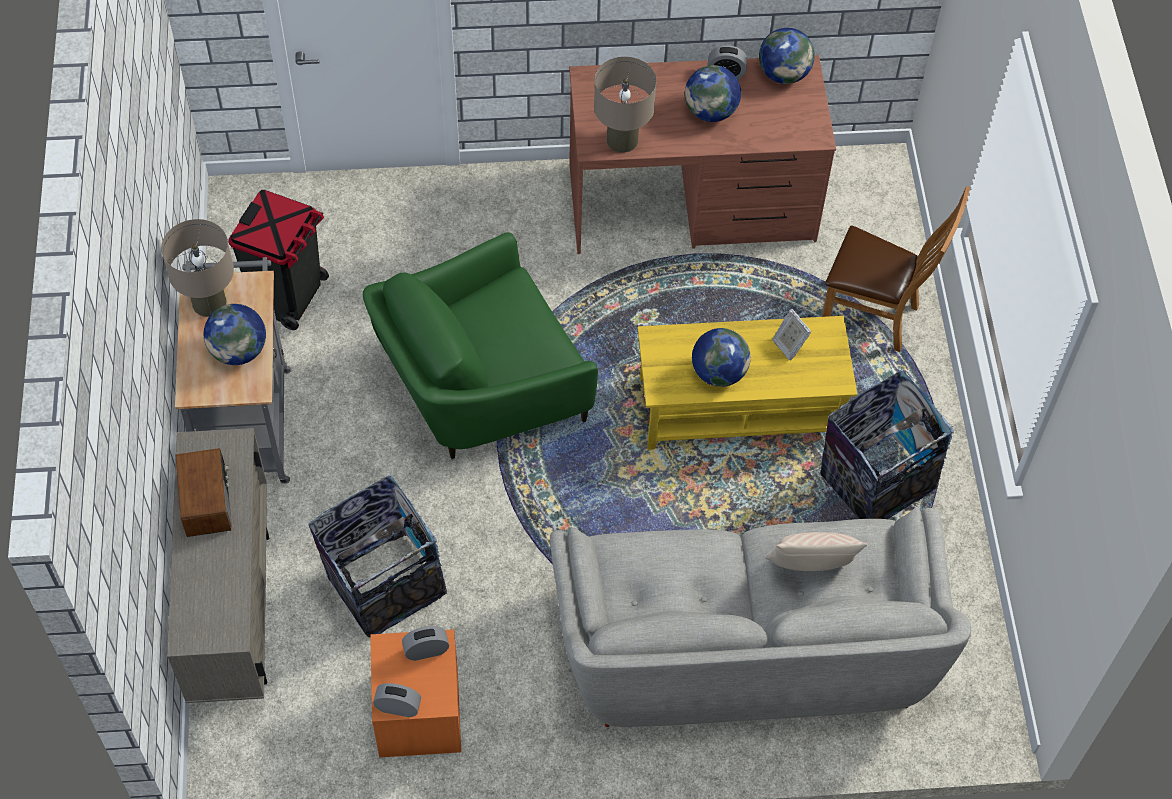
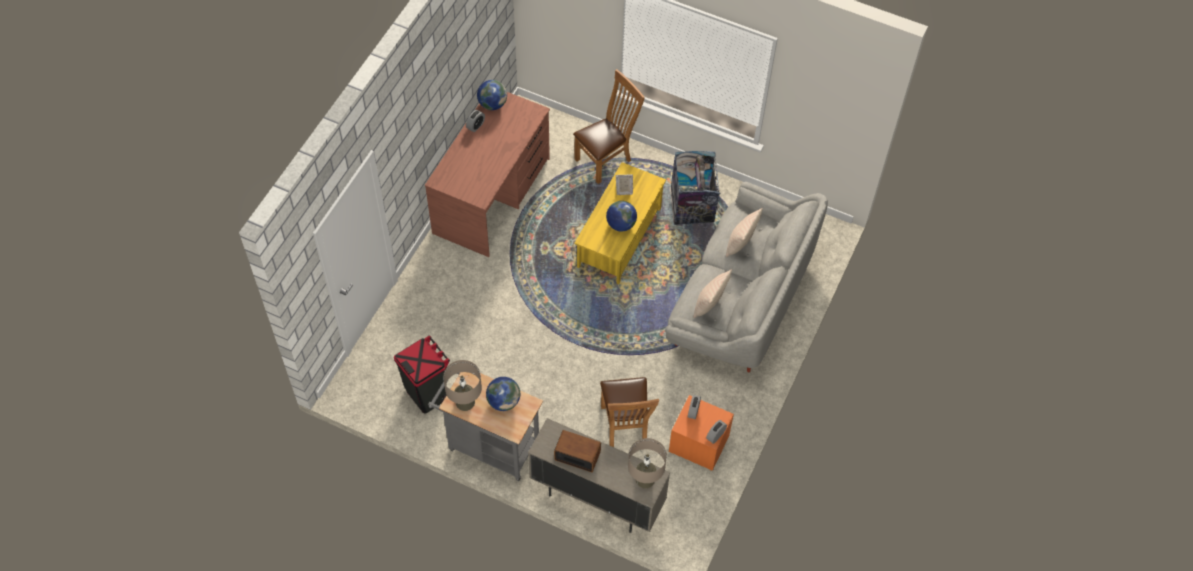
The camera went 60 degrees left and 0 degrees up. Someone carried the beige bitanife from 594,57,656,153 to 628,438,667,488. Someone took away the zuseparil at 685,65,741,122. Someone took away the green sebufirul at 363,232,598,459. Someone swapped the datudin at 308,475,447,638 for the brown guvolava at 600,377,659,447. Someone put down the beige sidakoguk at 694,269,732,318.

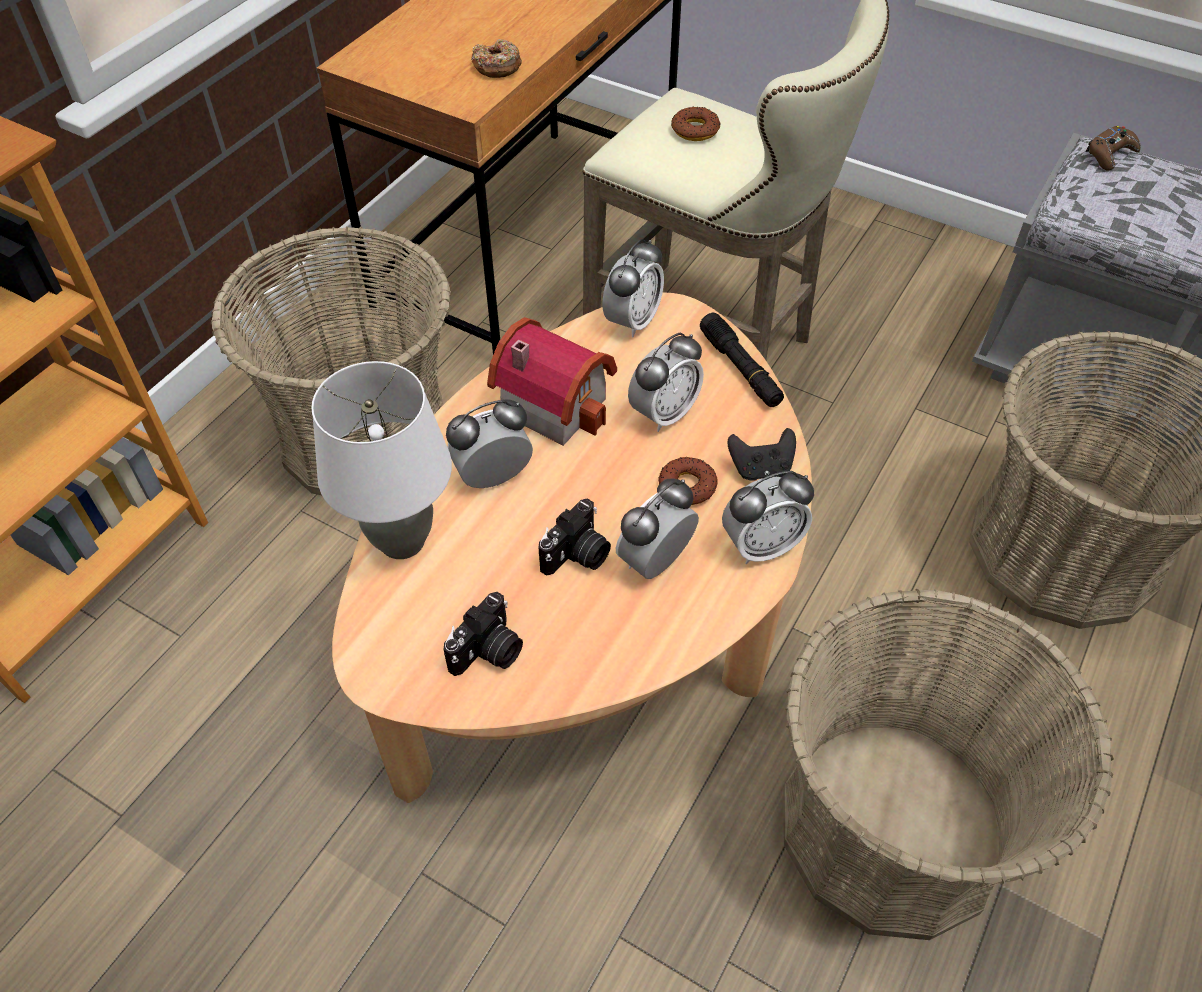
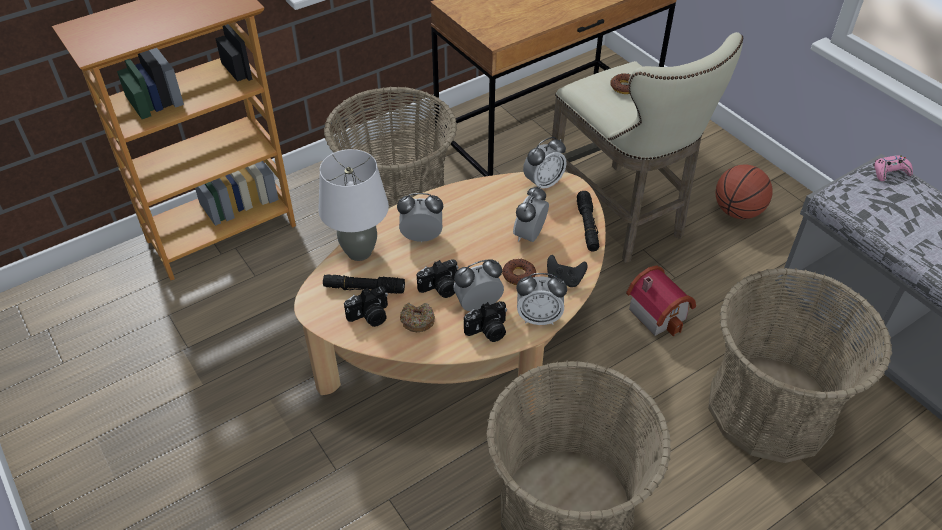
The camera went 25 degrees right and 5 degrees down. Someone carried the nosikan from 471,39,522,78 to 400,303,435,332. Someone repainted the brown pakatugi at 1086,126,1141,171, which became the pink pakatugi at 873,155,913,181. Someone carried the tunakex from 487,317,617,446 to 626,265,696,336. Someone rotated the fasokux at 628,333,704,432 by 135 degrees clockwise. Someone put down the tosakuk at 715,165,772,219. Someone put down the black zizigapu at 323,274,405,294. Someone put down the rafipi at 464,301,507,342.

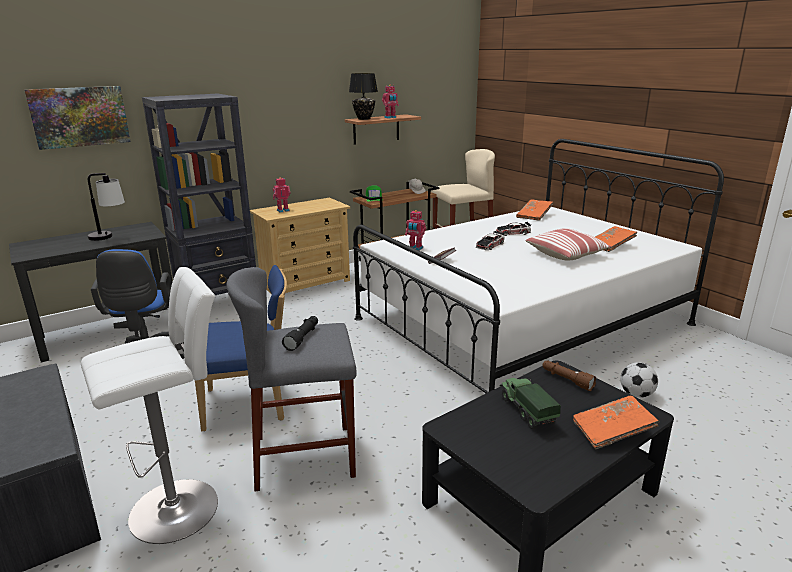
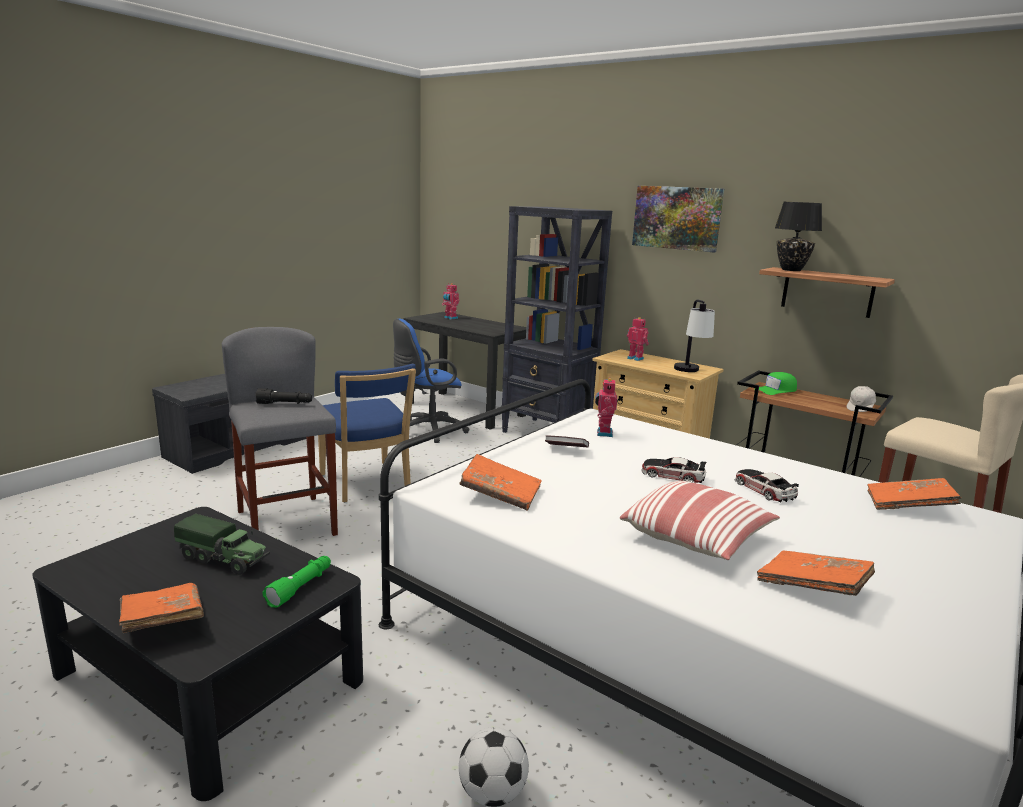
The camera went 70 degrees right and 5 degrees down. Someone carried the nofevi from 382,84,399,119 to 442,283,460,320. Someone carried the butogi from 25,86,131,150 to 632,186,724,252. Someone carried the bitanife from 88,173,125,241 to 674,300,715,372. Someone took away the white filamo at 81,267,218,544. Someone repainted the brown zizigapu at 542,361,597,391, which became the green zizigapu at 263,556,331,608. Someone rotated the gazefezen at 500,378,561,429 by 60 degrees clockwise. Someone put down the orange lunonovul at 459,454,542,511.

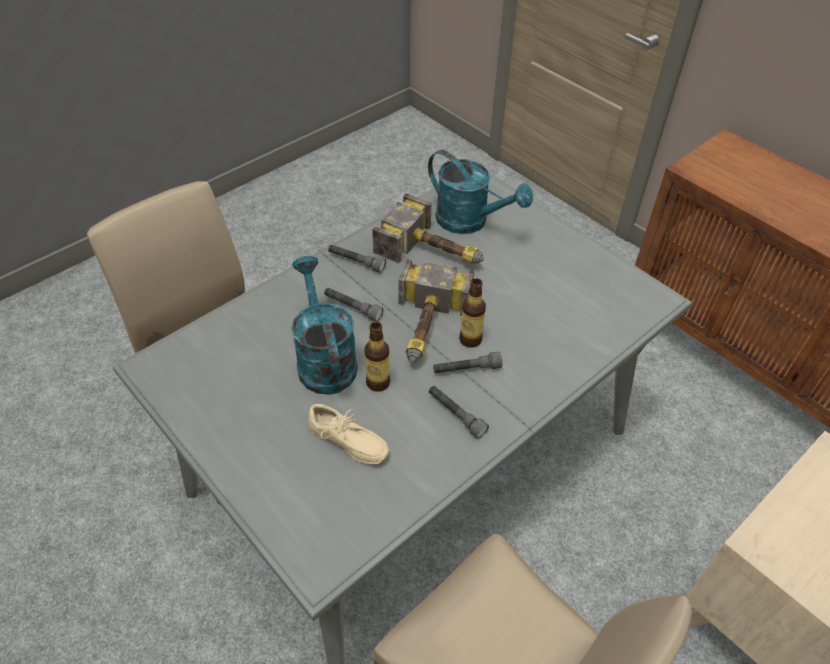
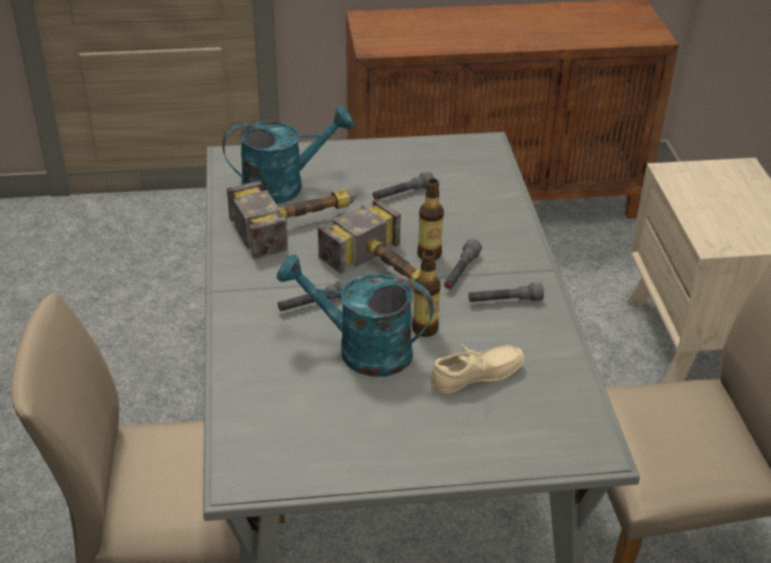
The camera went 55 degrees left and 10 degrees down. Someone carried the grey zizigapu from 328,245,386,273 to 373,171,434,199.

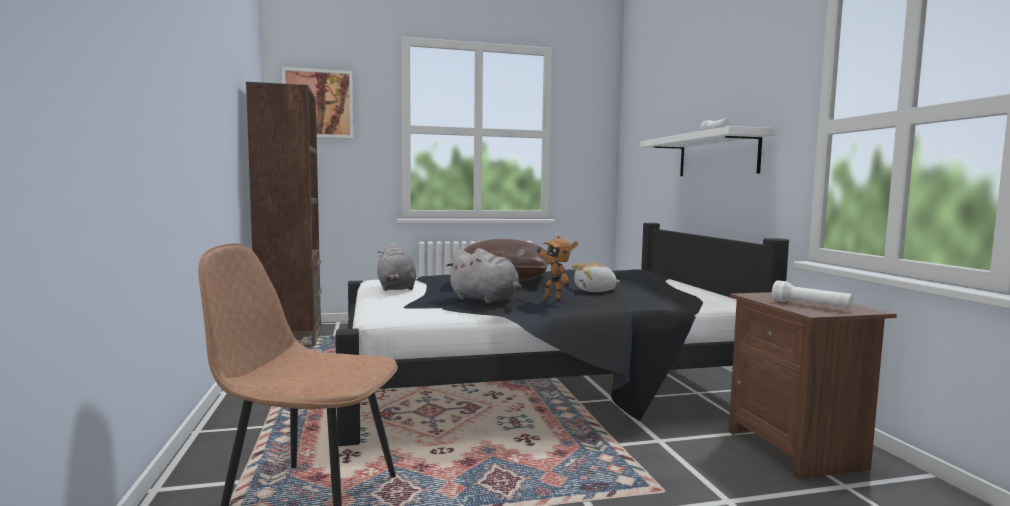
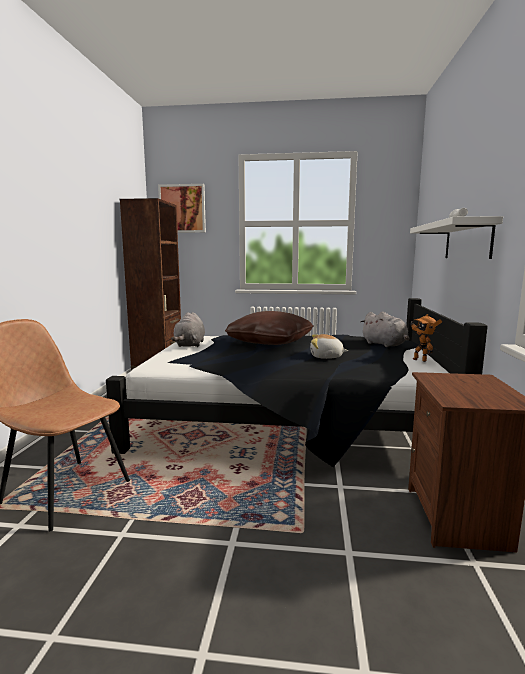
The camera went 20 degrees right and 5 degrees up. Someone carried the nofevi from 536,236,579,300 to 410,314,442,362. Someone carried the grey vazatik from 446,248,521,304 to 361,312,409,347. Someone took away the white zizigapu at 772,280,854,307.

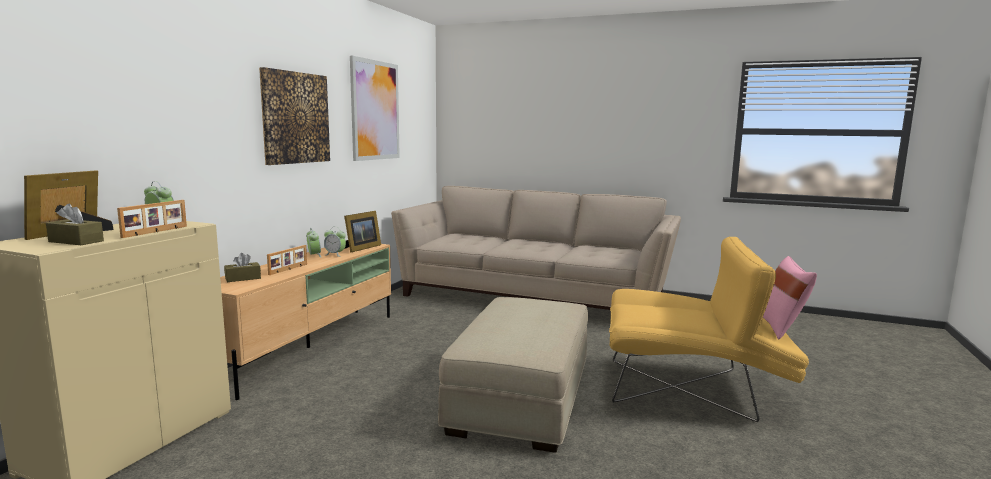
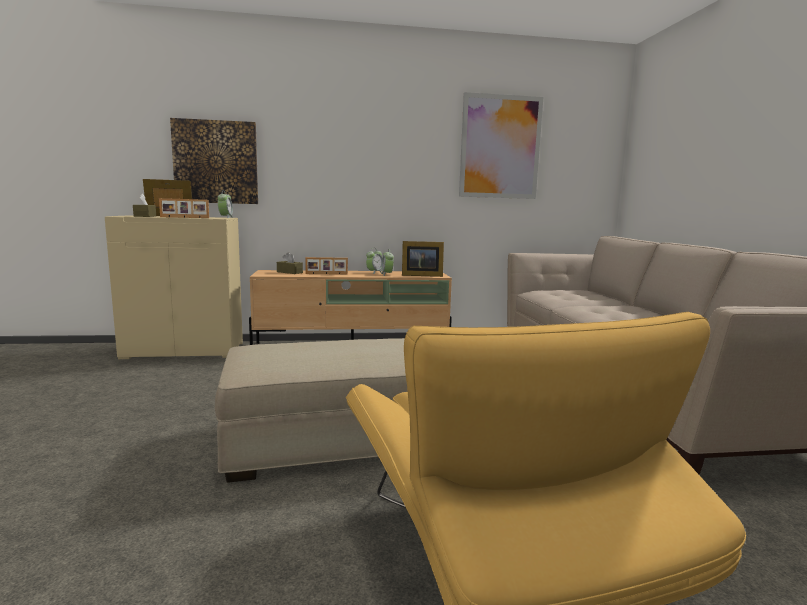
The camera went 60 degrees right and 0 degrees up. Someone carried the butogi from 259,67,330,165 to 170,118,258,204. Someone took away the pink sidakoguk at 763,256,817,339.

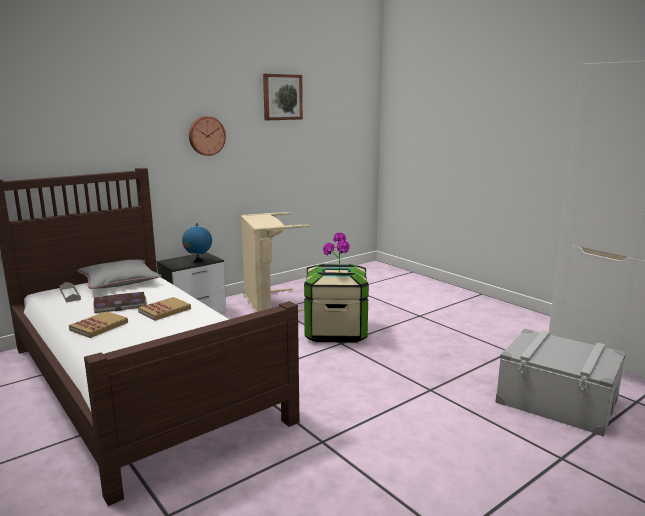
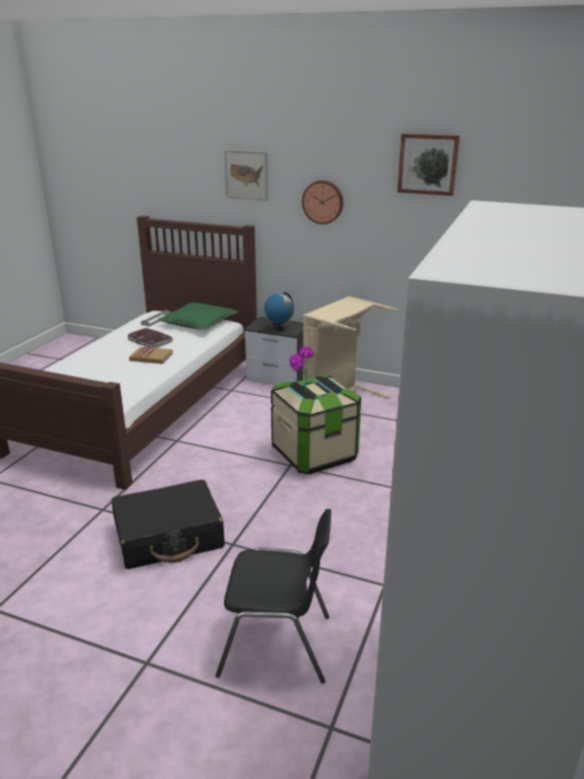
The camera went 60 degrees right and 10 degrees up. Someone repainted the grey sidakoguk at 77,260,161,289, which became the green sidakoguk at 157,302,238,330. Someone took away the lunonovul at 69,311,128,338. Someone swapped the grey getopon at 495,329,626,437 for the black guvolava at 216,509,331,684. Someone put up the butogi at 224,150,268,200. Someone put down the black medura at 112,480,225,569.

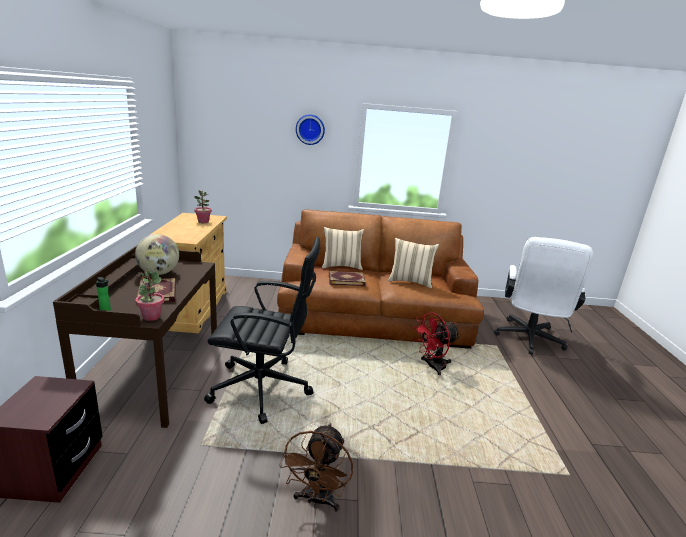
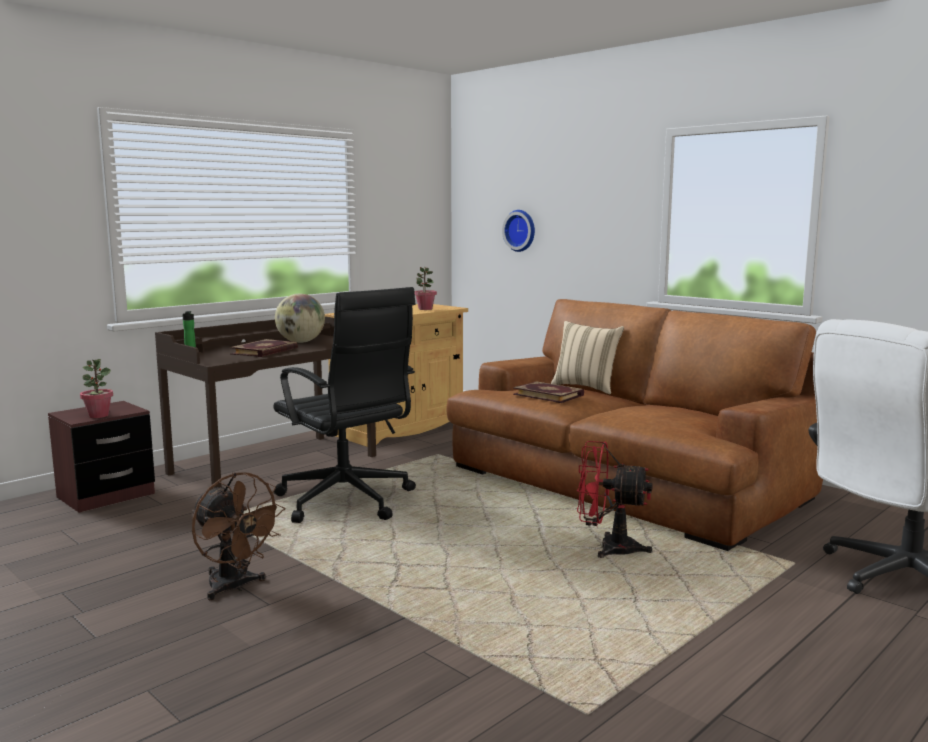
The camera went 45 degrees right and 10 degrees down. Someone carried the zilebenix from 296,114,325,145 to 502,210,535,252. Someone took away the beige sidakoguk at 388,238,439,288. Someone carried the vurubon from 136,270,164,321 to 80,359,113,418. Someone rotated the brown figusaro at 279,423,353,512 by 105 degrees counterclockwise.

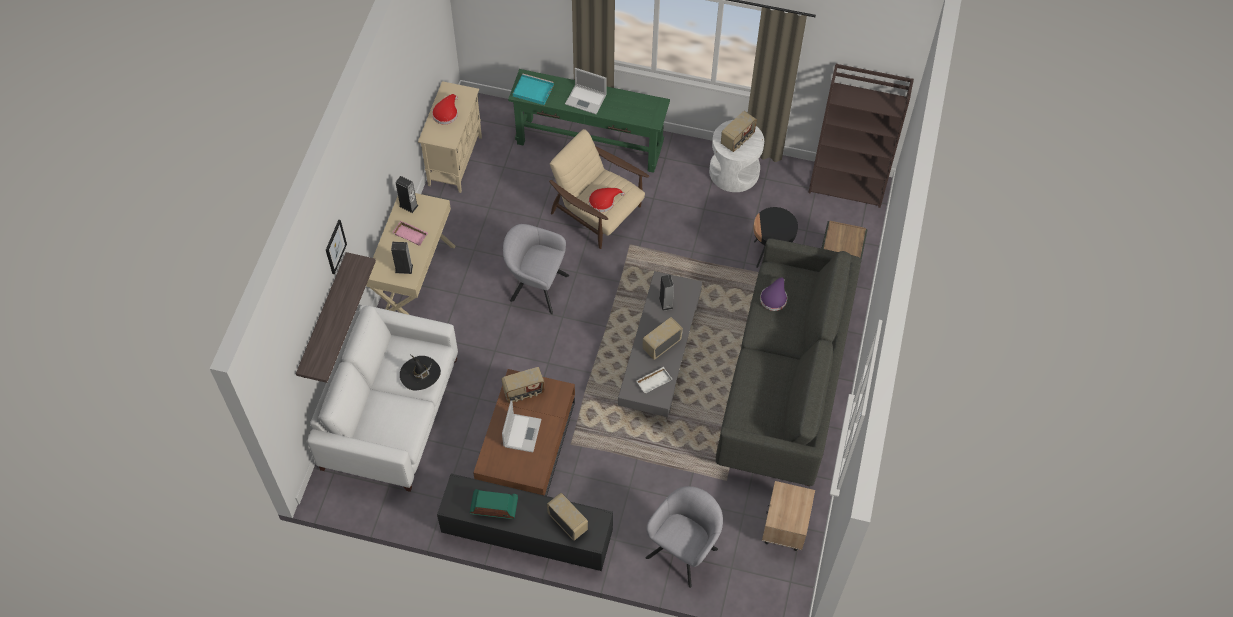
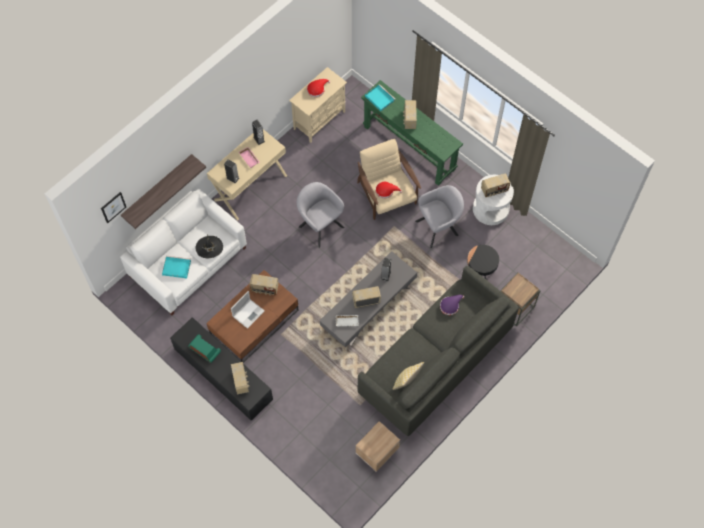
The camera went 30 degrees right and 5 degrees up. Someone took away the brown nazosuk at 808,64,914,208. Someone swapped the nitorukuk at 565,68,607,114 for the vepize at 403,100,417,129. Someone carried the butogi from 326,219,347,274 to 101,192,126,223. Someone carried the grey sebufirul from 645,486,723,588 to 415,185,464,248. Someone put down the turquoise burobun at 162,256,191,278. Someone put down the sidakoguk at 393,362,424,390.

